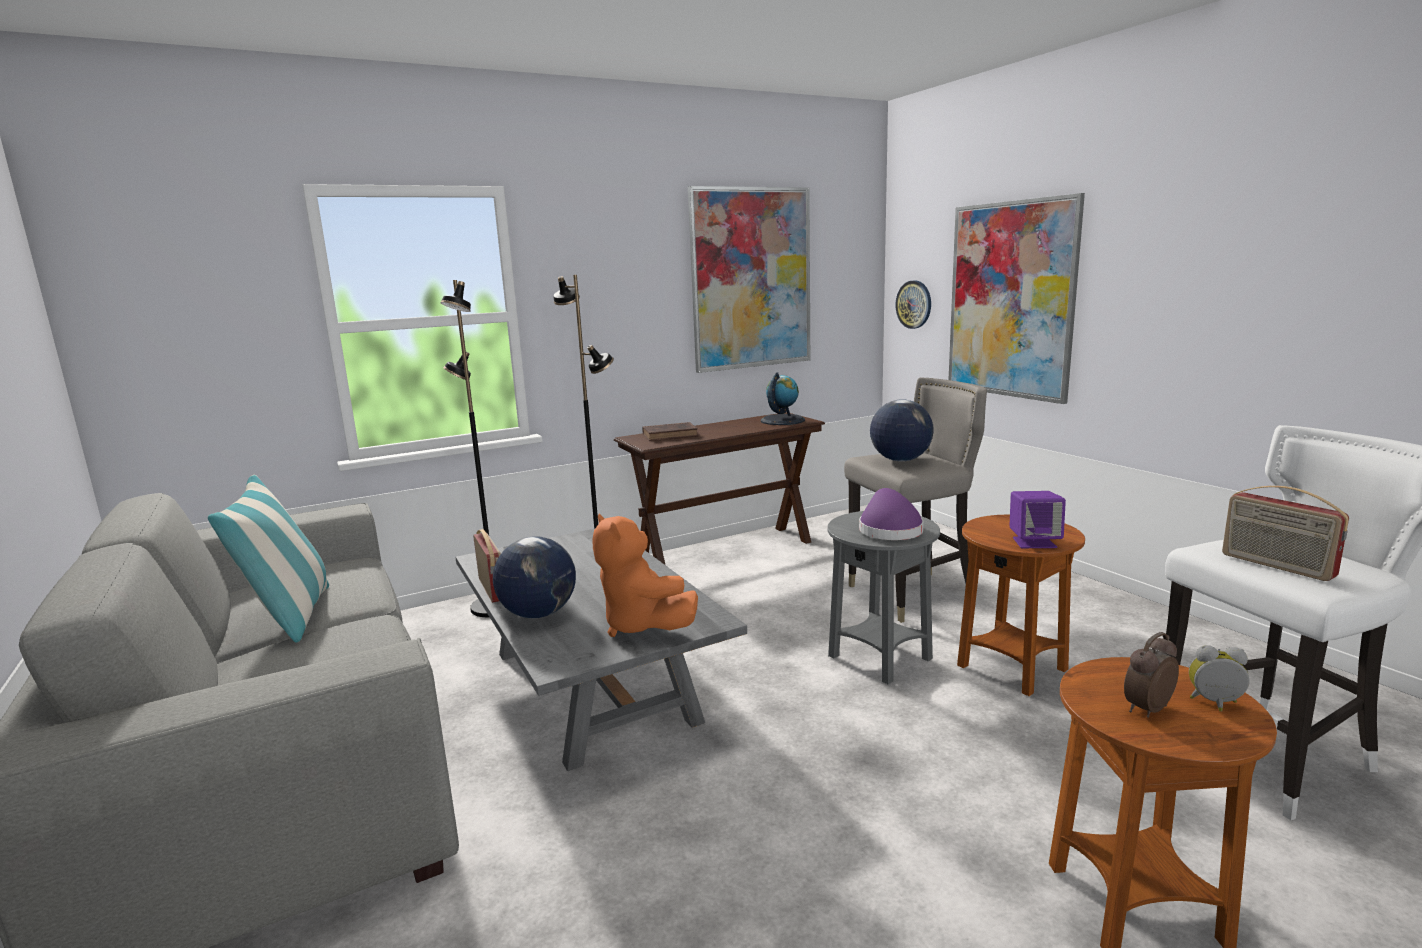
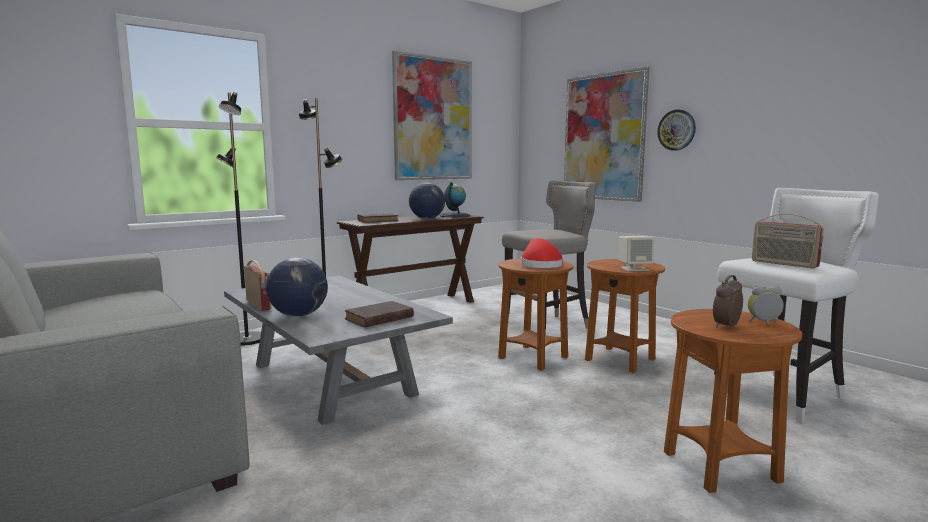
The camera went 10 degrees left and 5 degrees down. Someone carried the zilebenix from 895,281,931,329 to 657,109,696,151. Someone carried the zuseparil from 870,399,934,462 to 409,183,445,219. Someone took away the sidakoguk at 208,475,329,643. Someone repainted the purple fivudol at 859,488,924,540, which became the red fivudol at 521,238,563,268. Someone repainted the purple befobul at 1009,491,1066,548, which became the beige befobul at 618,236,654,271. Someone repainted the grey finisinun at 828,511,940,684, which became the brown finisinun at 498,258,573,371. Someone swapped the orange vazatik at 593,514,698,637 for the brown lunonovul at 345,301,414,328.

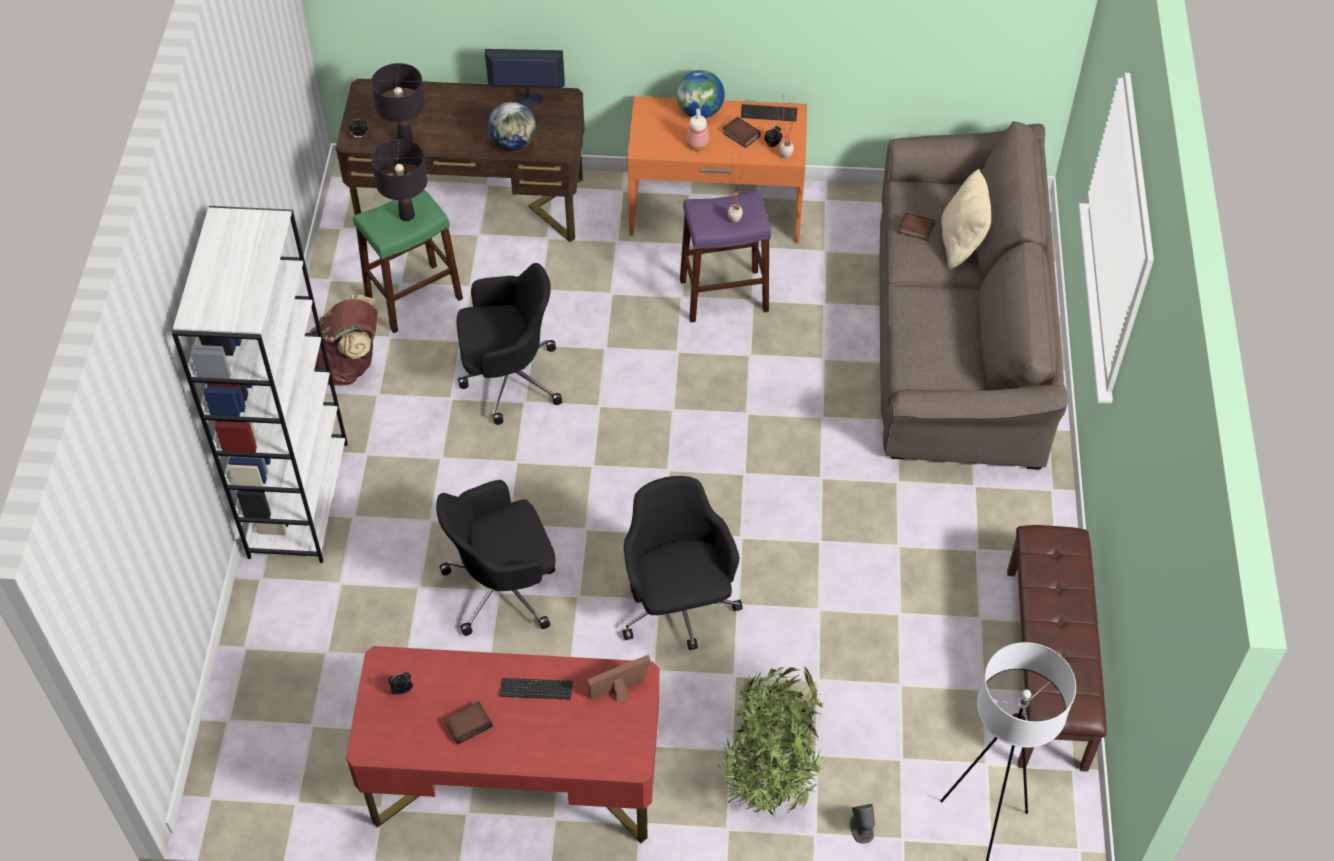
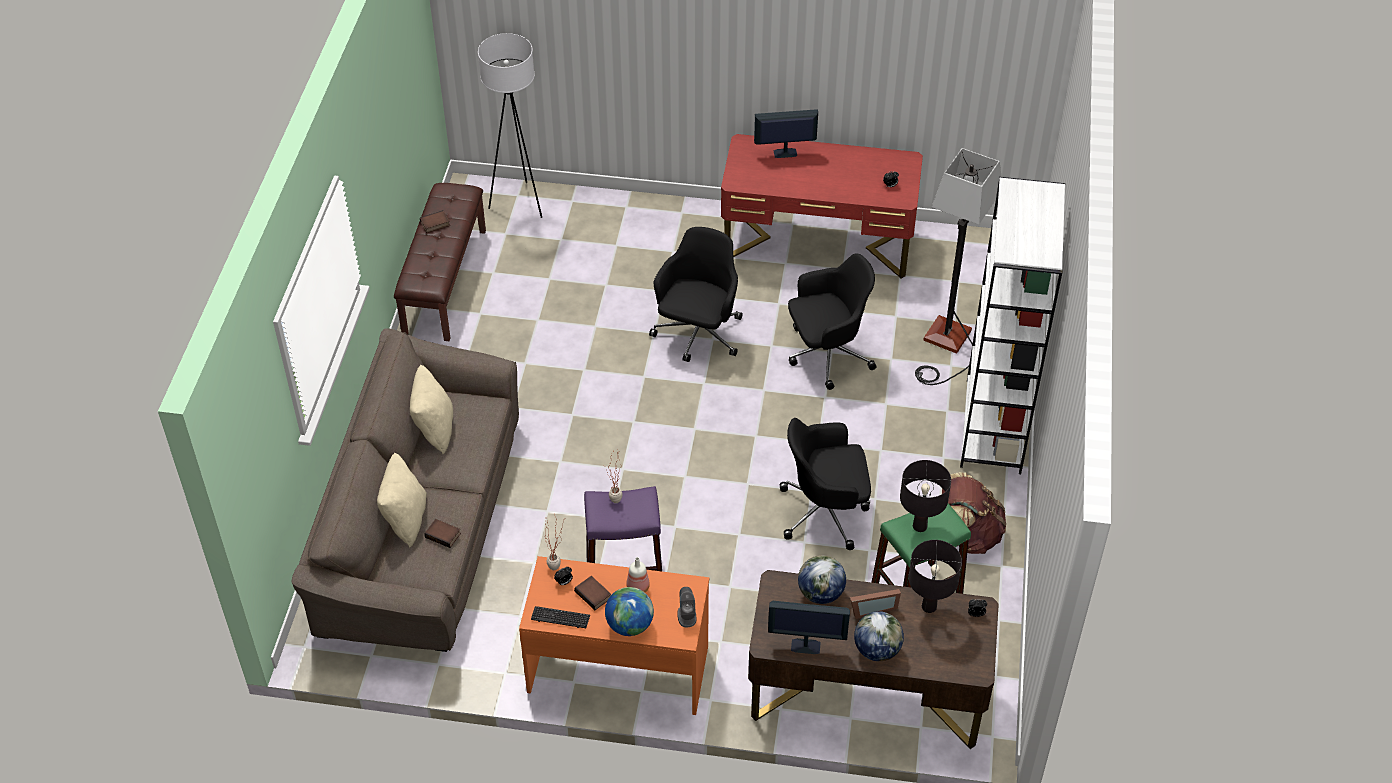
The camera went 175 degrees left and 5 degrees down. Someone rotated the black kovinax at 623,476,743,650 by 150 degrees counterclockwise. Someone carried the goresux from 587,655,650,703 to 850,589,901,619. Someone took away the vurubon at 719,665,827,820. Someone took away the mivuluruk at 500,678,573,700. Someone carried the lunonovul from 444,701,493,744 to 420,210,450,233. Someone carried the grey befobul from 850,804,875,844 to 677,587,696,627. Someone put down the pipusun at 754,109,818,158. Someone put down the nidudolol at 915,148,1002,385. Someone put down the beige sidakoguk at 410,365,453,454. Someone put down the zuseparil at 854,611,904,661.

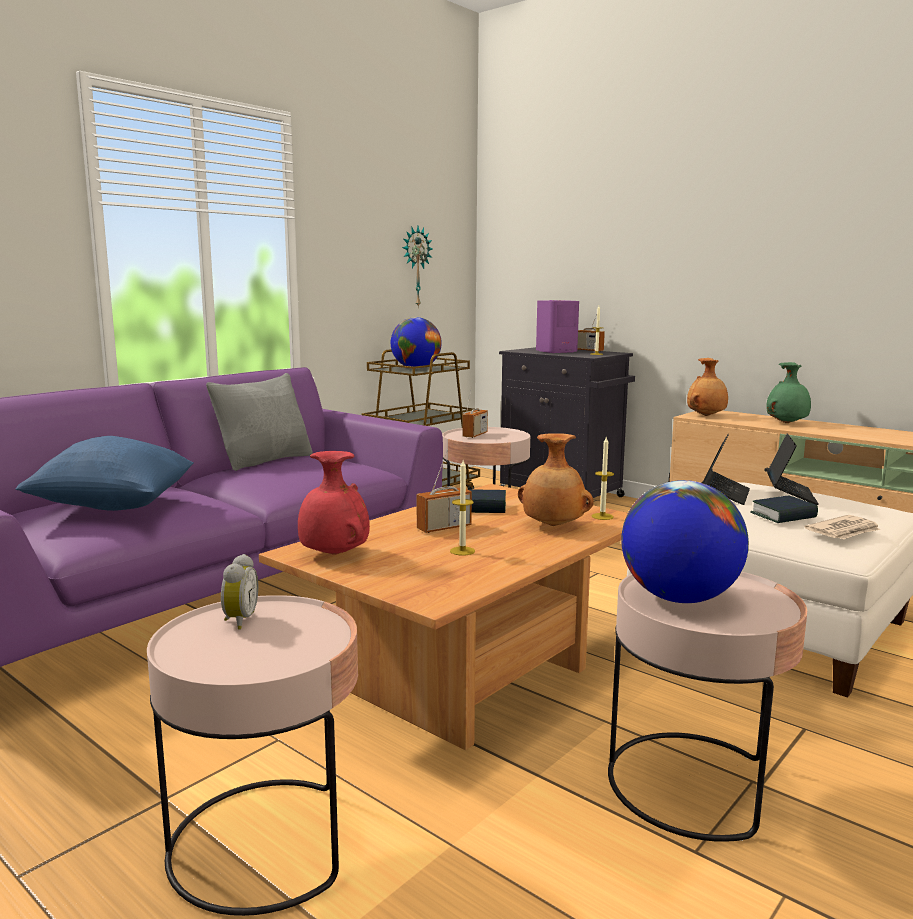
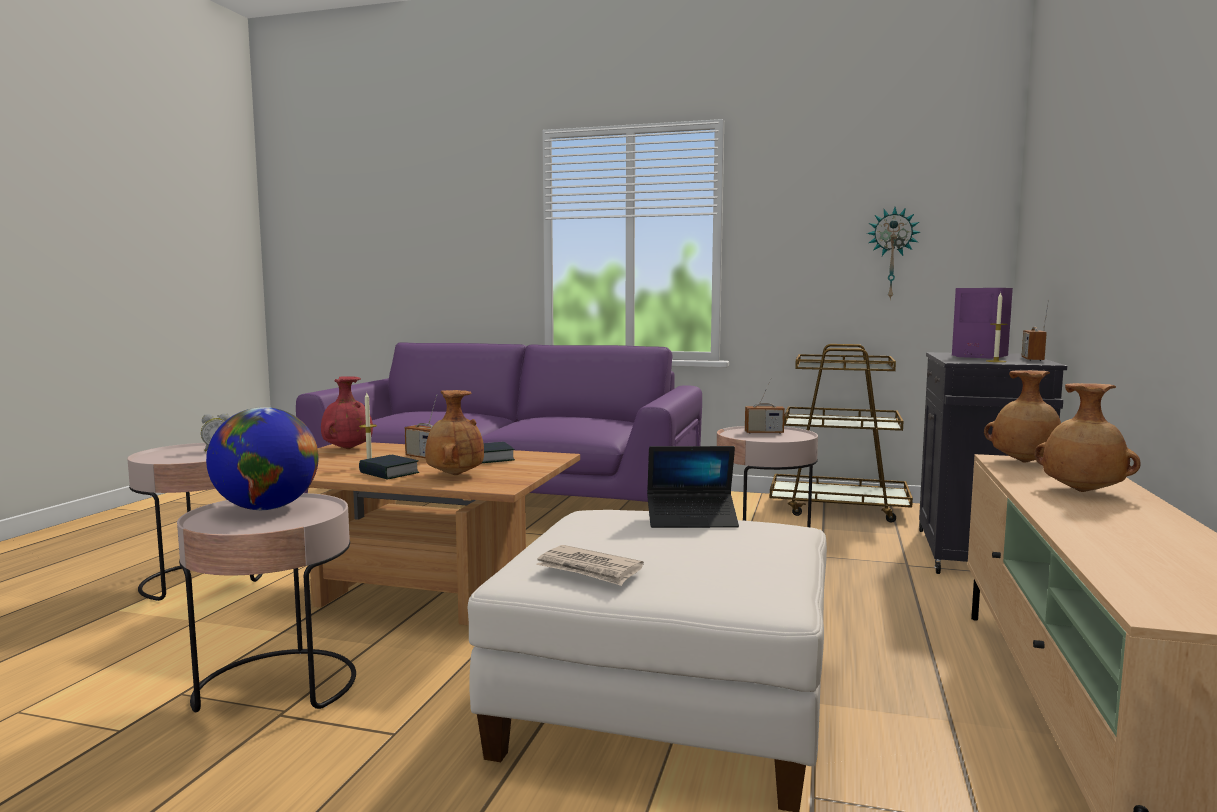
The camera went 65 degrees right and 5 degrees down. Someone took away the zuseparil at 391,317,442,369. Someone repainted the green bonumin at 766,362,811,423, which became the brown bonumin at 1034,383,1140,492. Someone took away the grey sidakoguk at 206,373,313,471. Someone took away the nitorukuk at 767,433,819,505. Someone took away the blue sidakoguk at 16,436,194,511. Someone took away the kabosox at 592,437,614,520. Someone carried the lunonovul from 750,495,818,523 to 359,455,419,480.

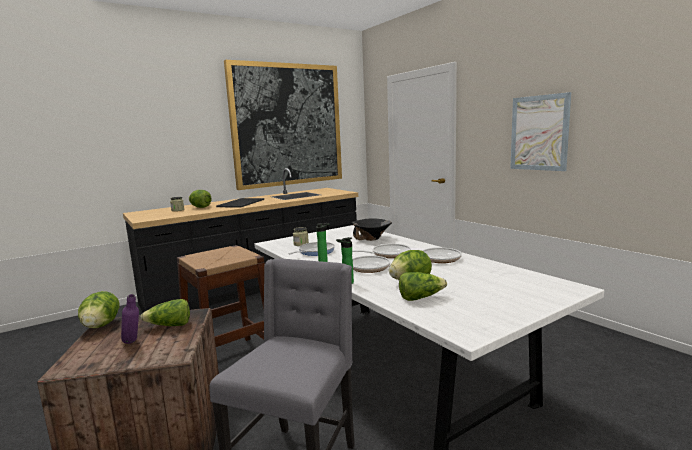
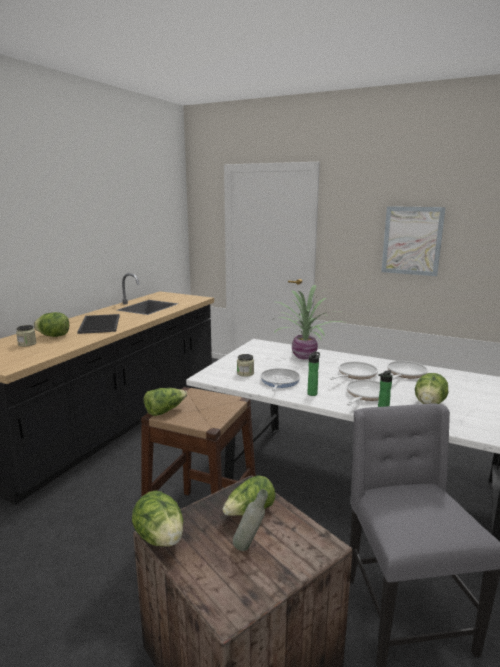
The camera went 30 degrees left and 5 degrees up. Someone took away the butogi at 224,60,342,190. Someone swapped the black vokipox at 352,219,392,241 for the vurubon at 273,285,346,359. Someone carried the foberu from 399,272,447,301 to 144,388,187,416. Someone repainted the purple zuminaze at 121,294,139,344, which became the grey zuminaze at 233,489,268,551.

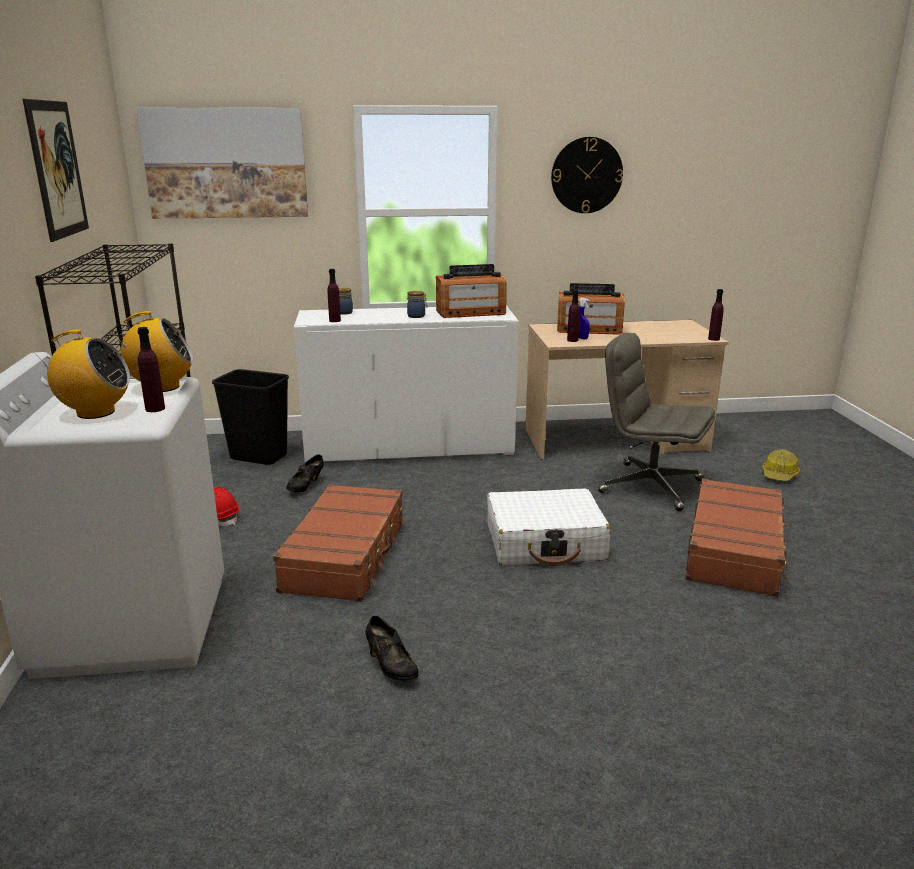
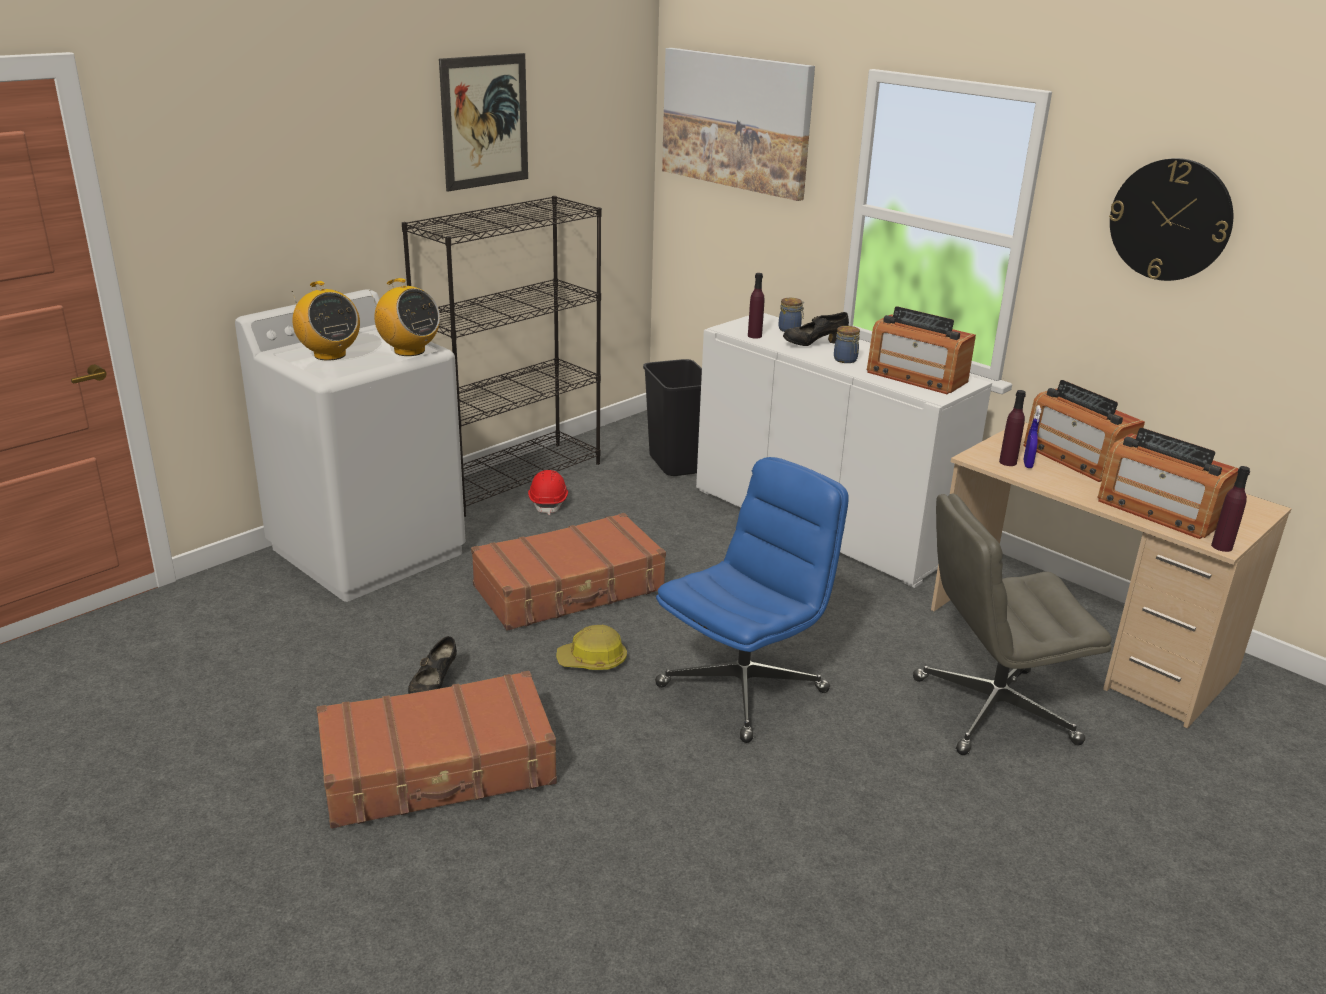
The camera went 50 degrees right and 5 degrees up. Someone took away the purple zuminaze at 138,327,165,412. Someone rotated the grey kovinax at 598,333,715,511 by 90 degrees counterclockwise. Someone carried the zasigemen from 762,449,800,481 to 556,625,627,670. Someone carried the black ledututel from 286,454,324,493 to 783,312,849,346. Someone carried the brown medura from 685,478,788,597 to 316,671,557,829. Someone swapped the white medura at 487,489,611,567 for the blue kovinax at 655,457,848,743. Someone put down the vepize at 1097,428,1239,539.

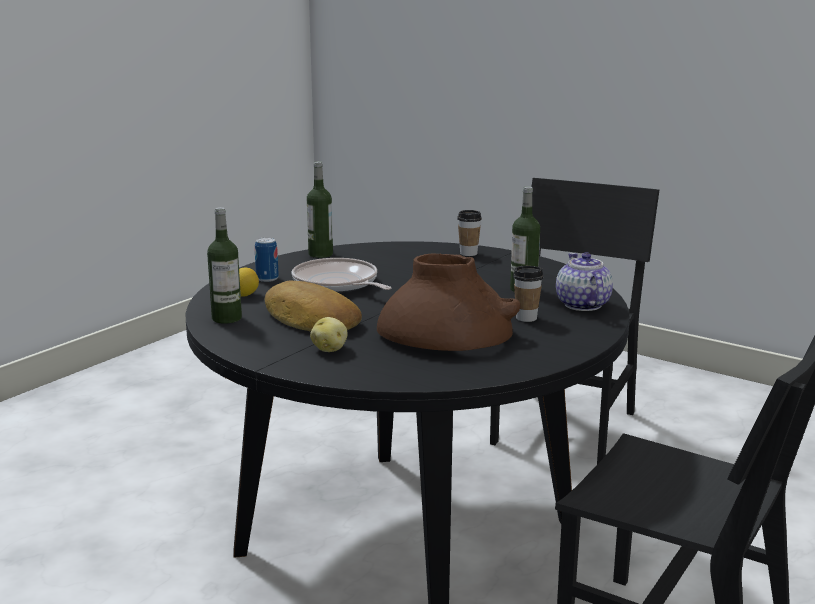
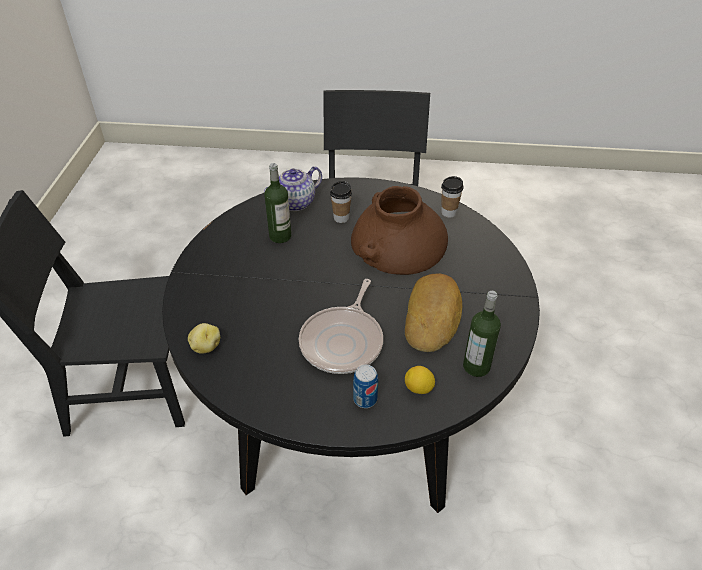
The camera went 120 degrees left and 25 degrees up. Someone took away the zuminaze at 307,161,333,258. Someone carried the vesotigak from 457,210,482,256 to 441,176,463,218. Someone carried the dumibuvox from 310,317,348,352 to 188,323,220,354.

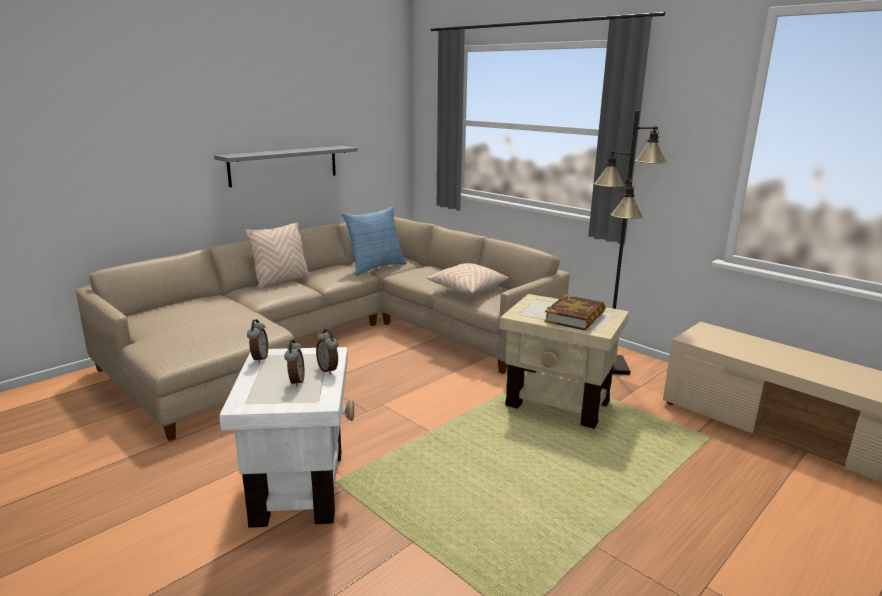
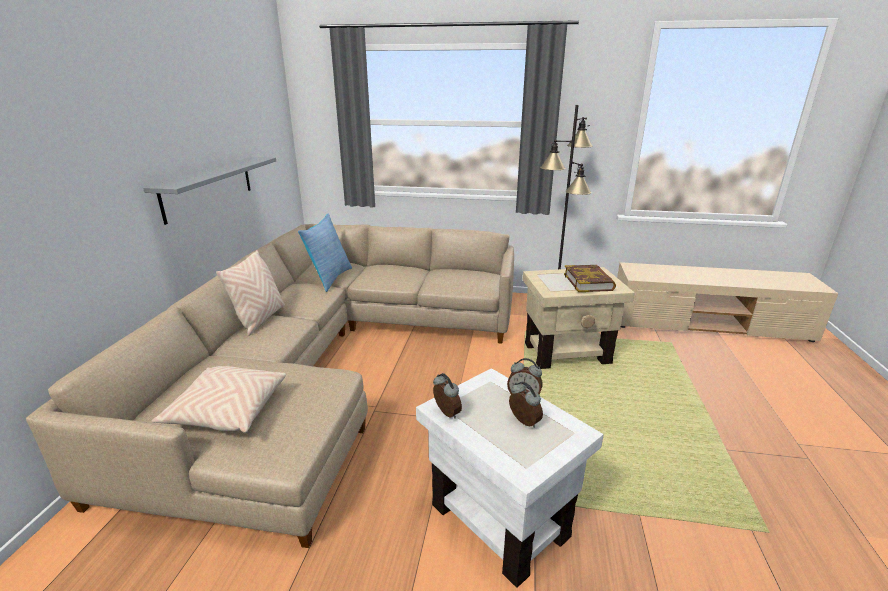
The camera went 35 degrees left and 5 degrees up. Someone carried the beige sidakoguk from 426,263,509,295 to 152,366,286,433.

